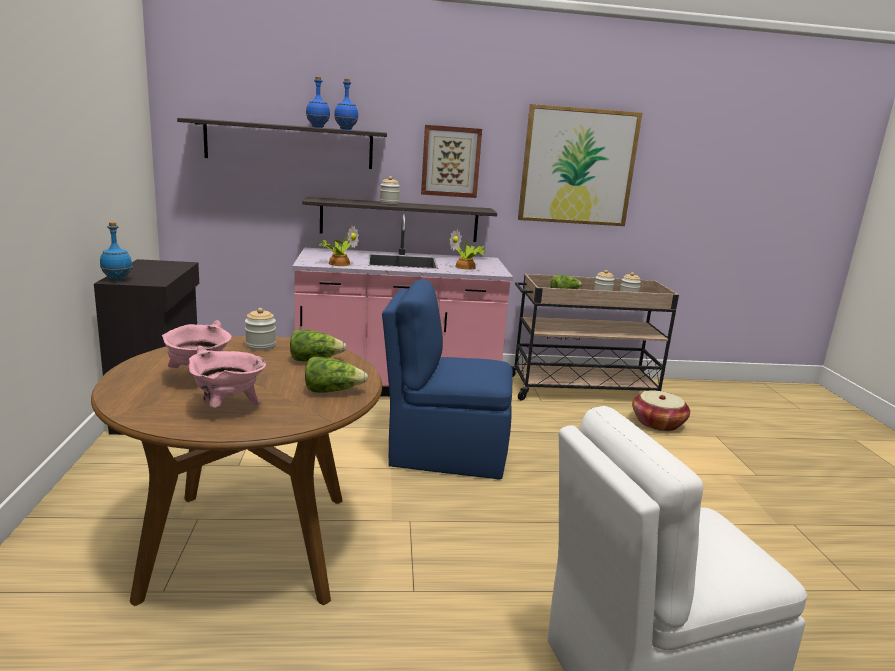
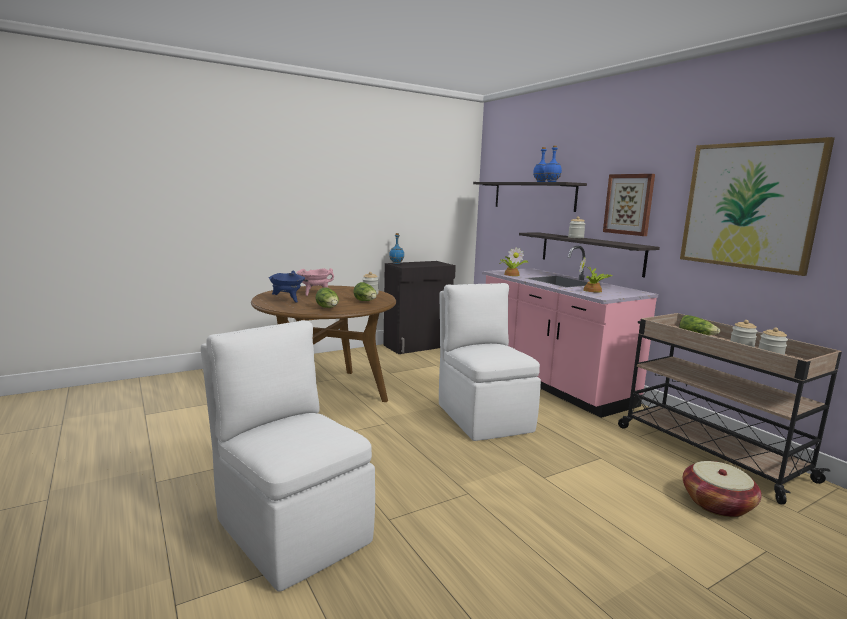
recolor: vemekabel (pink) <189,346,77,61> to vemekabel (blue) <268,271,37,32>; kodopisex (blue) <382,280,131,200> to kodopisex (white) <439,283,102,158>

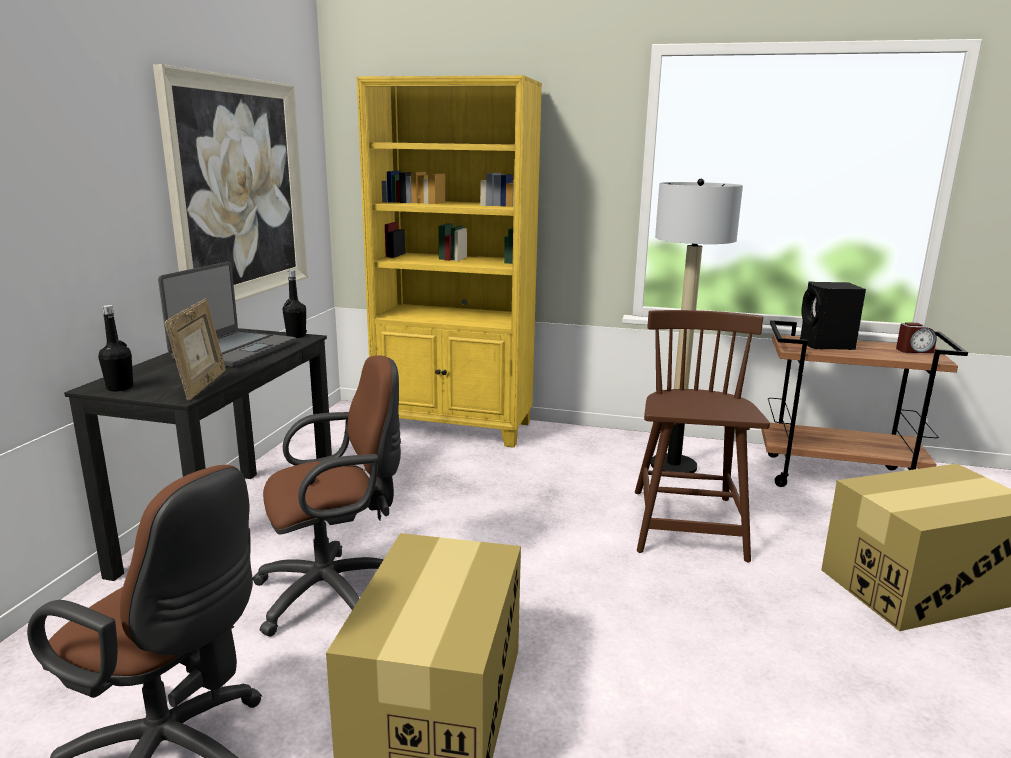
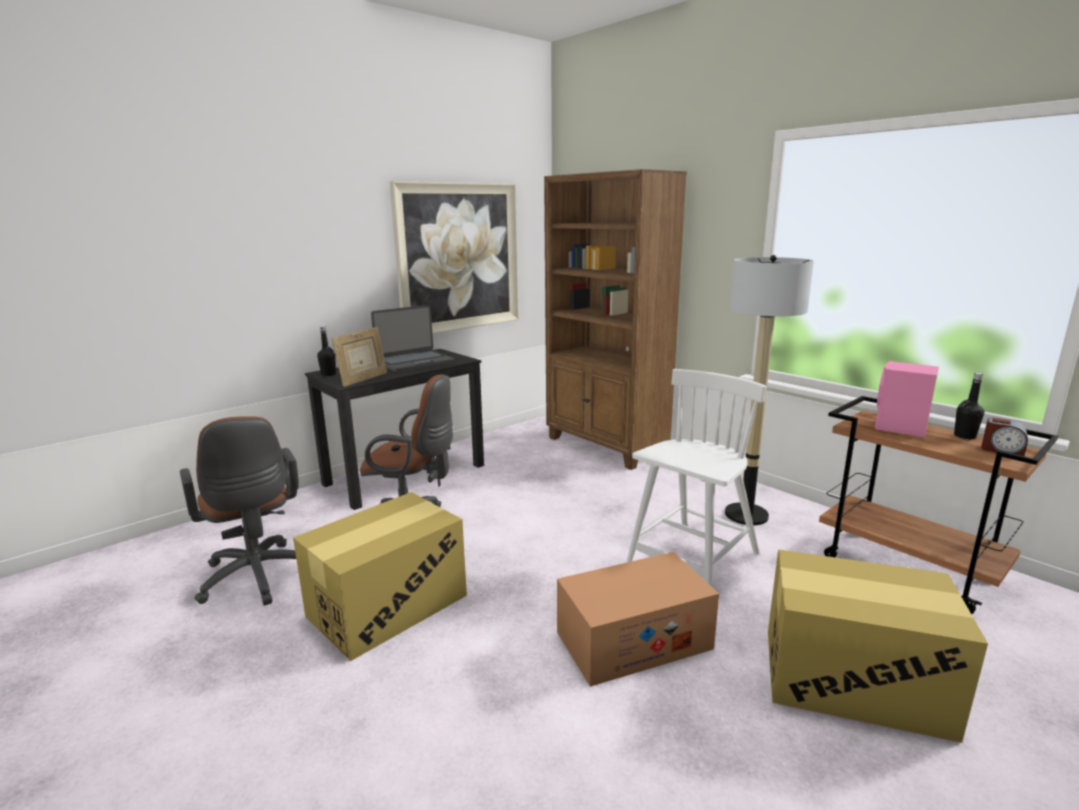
insert: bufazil <557,552,162,135>
move: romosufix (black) <283,270,24,68> to <954,373,30,66>
recolor: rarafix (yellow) <356,75,186,373> to rarafix (brown) <544,169,143,301>; kodopisex (brown) <635,310,135,252> to kodopisex (white) <626,369,140,218>; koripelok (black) <800,282,66,68> to koripelok (pink) <875,361,64,76>

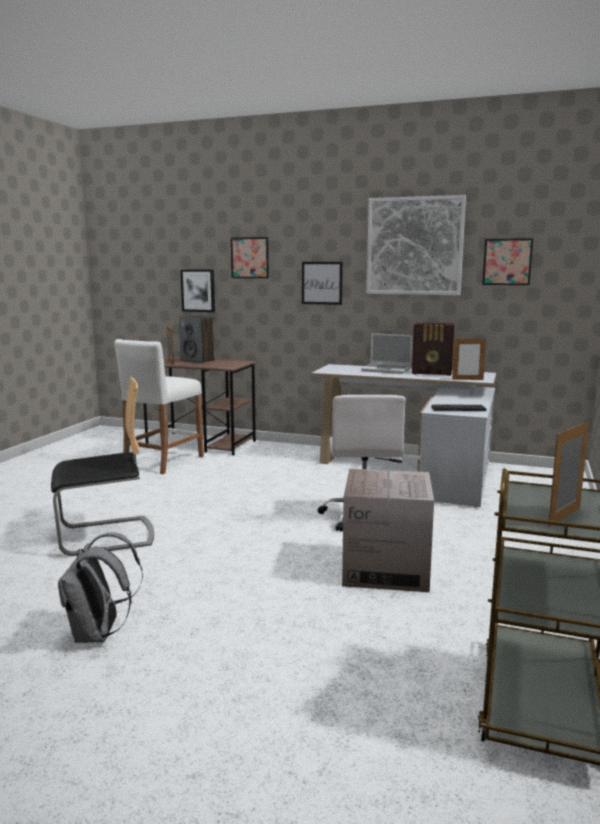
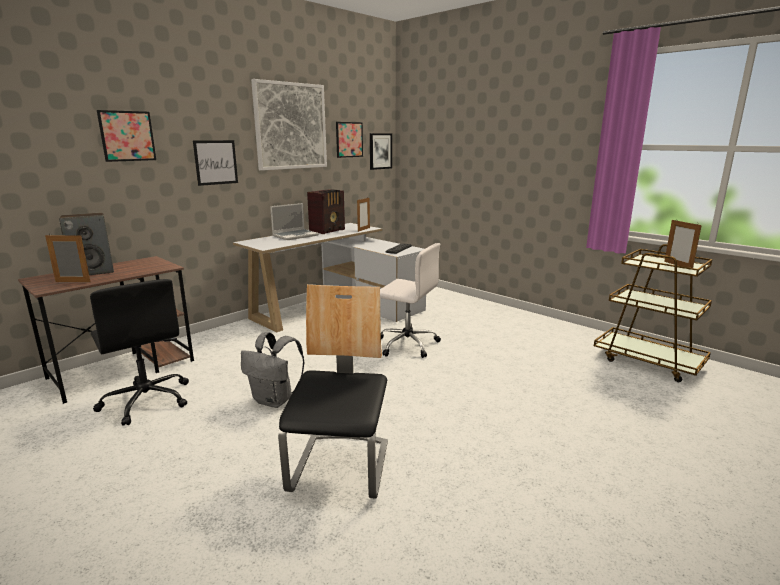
delete: bufazil <342,469,92,123>
move: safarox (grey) <58,532,85,111> to <241,332,63,76>; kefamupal <180,269,35,43> to <370,133,22,37>
replace: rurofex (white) <114,339,90,135> to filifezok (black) <90,279,99,147>

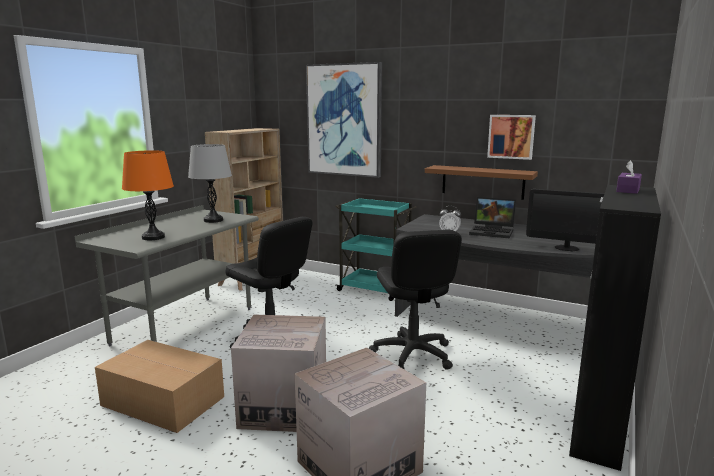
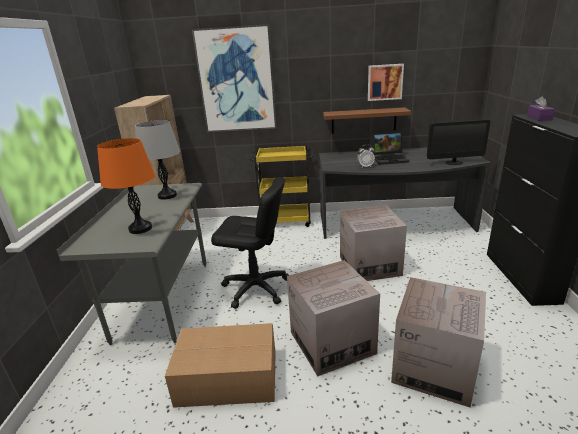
replace: filifezok (black) <369,230,93,140> to bufazil <340,205,67,76>
recolor: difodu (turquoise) <335,198,82,103> to difodu (yellow) <249,146,64,81>

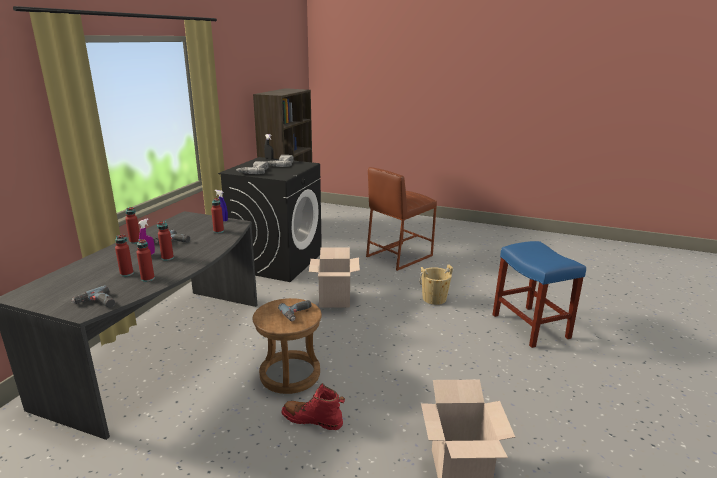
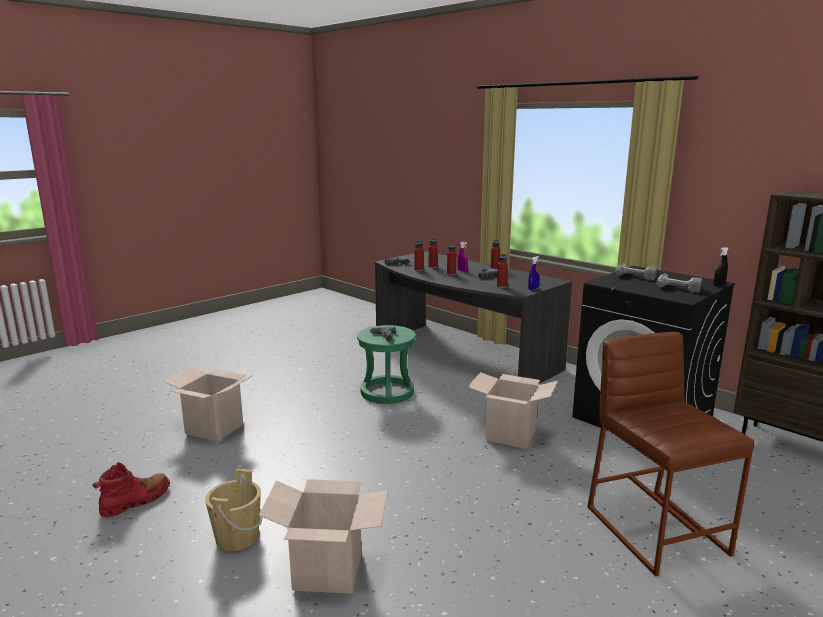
move: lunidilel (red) <281,383,64,47> to <92,462,78,55>; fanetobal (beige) <420,264,33,41> to <205,469,57,82>
replace: rurofex (blue) <492,241,94,107> to bufazil <259,479,129,115>
recolor: rurofex (brown) <253,298,69,96> to rurofex (green) <357,325,59,79>

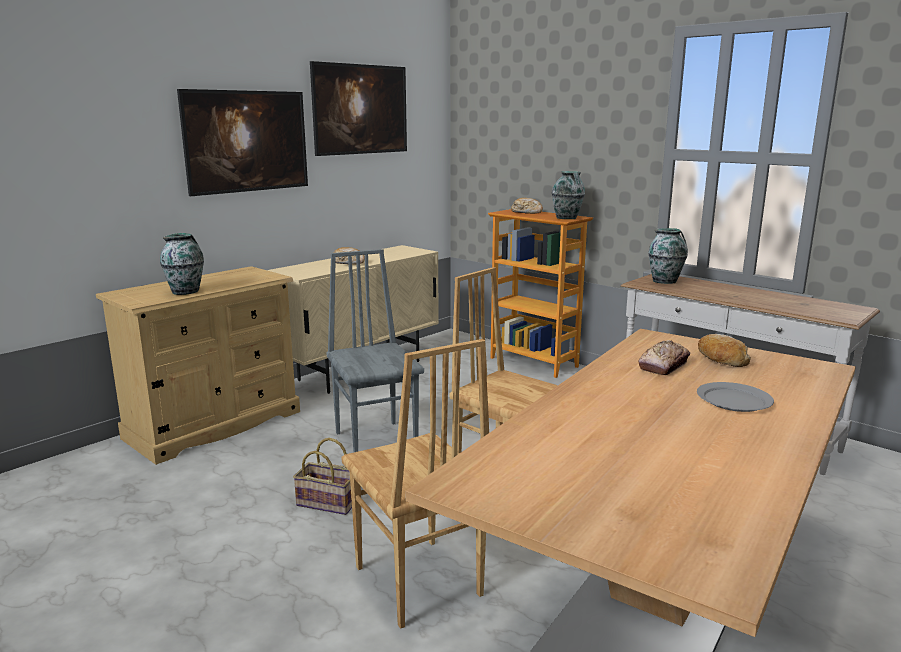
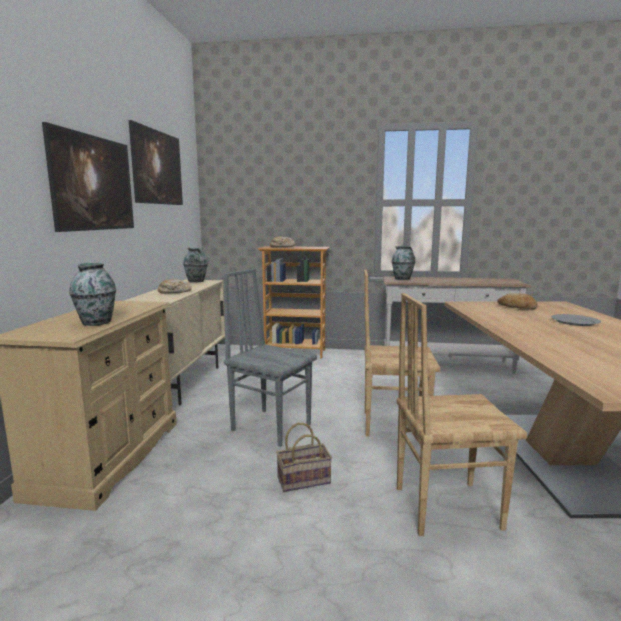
delete: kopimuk <638,340,52,35>
move: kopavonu <552,171,33,48> to <183,248,25,35>
rotate: kodopisex (brown) <341,339,148,290> = <397,293,130,243> 150 degrees clockwise

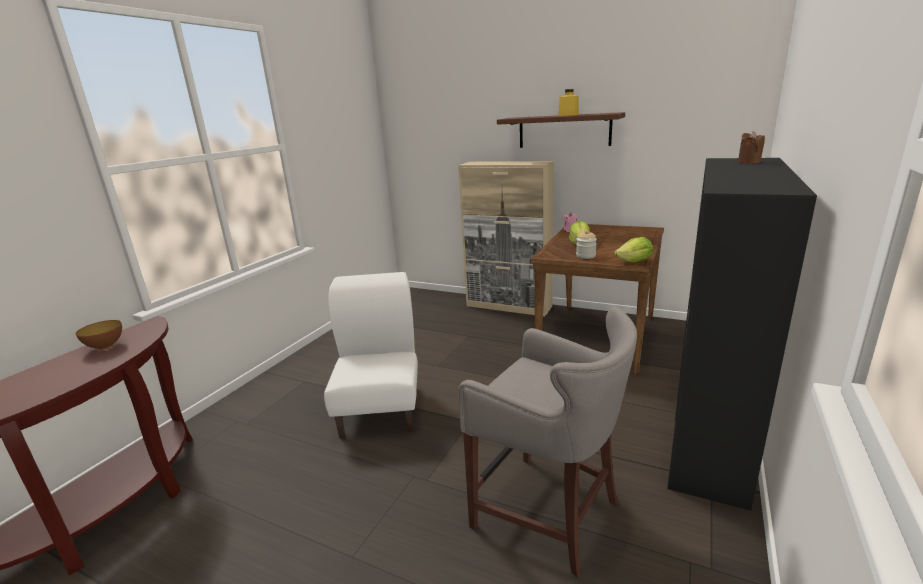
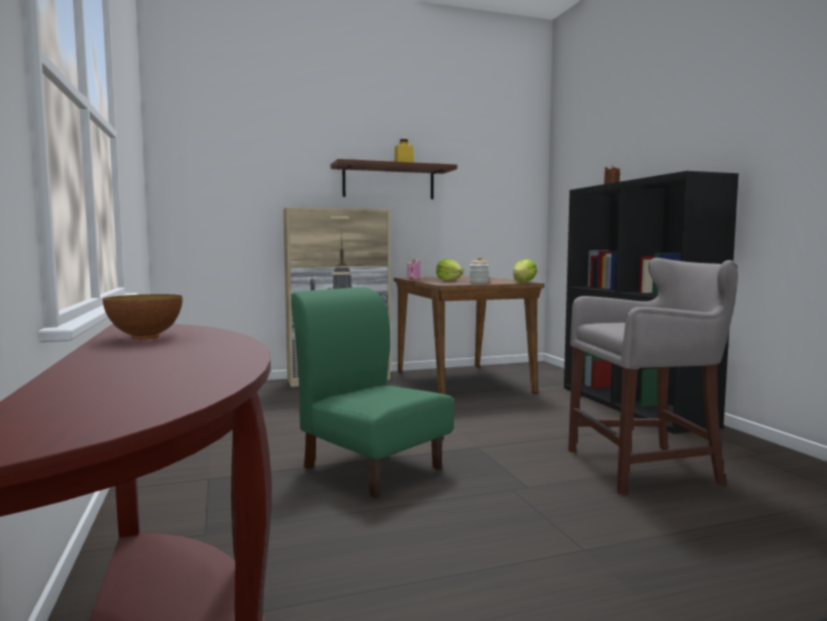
recolor: kodopisex (white) <324,272,94,166> to kodopisex (green) <292,287,162,211>

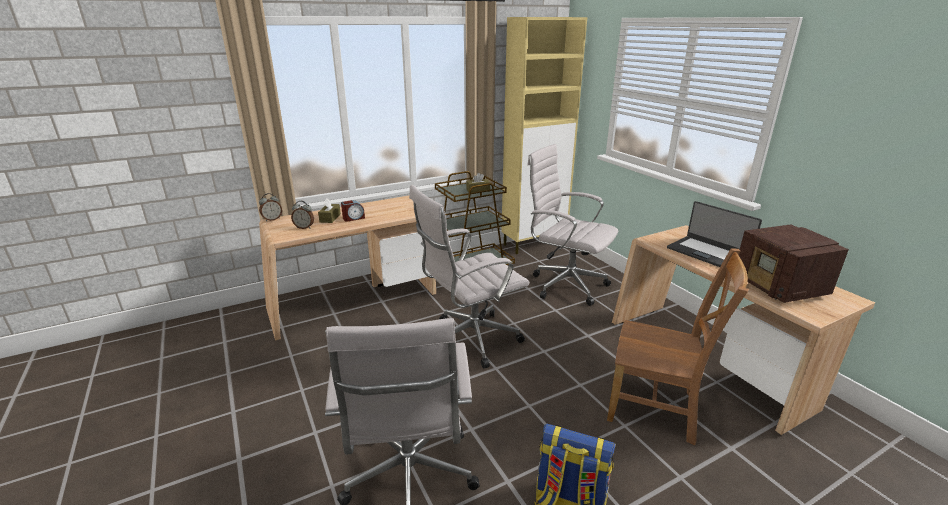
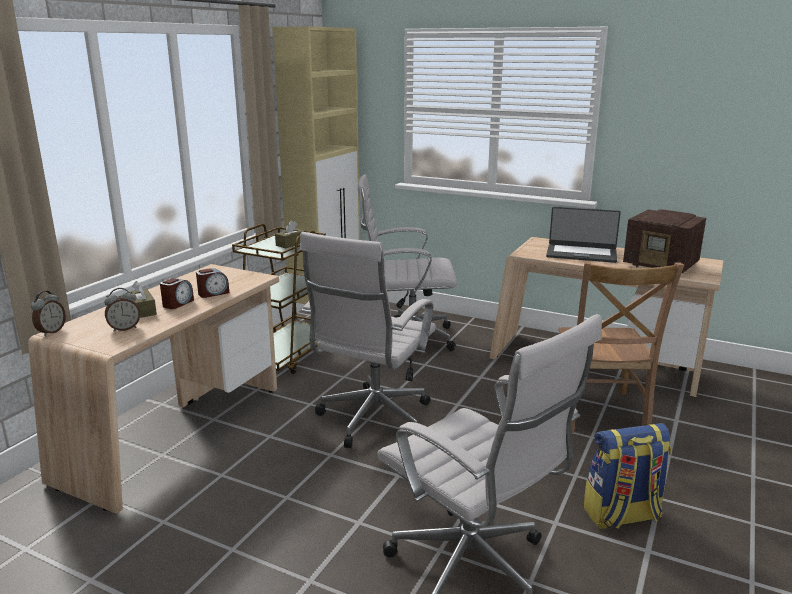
insert: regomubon <196,268,33,30>
rotate: kodopisex (brown) <607,248,142,197> = <558,261,126,172> 105 degrees clockwise

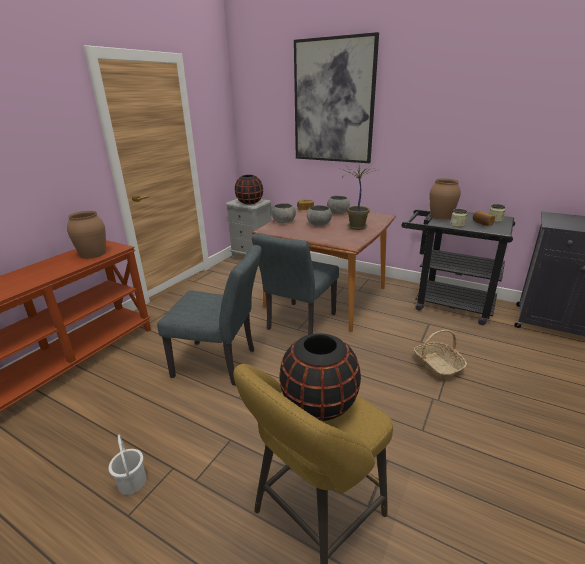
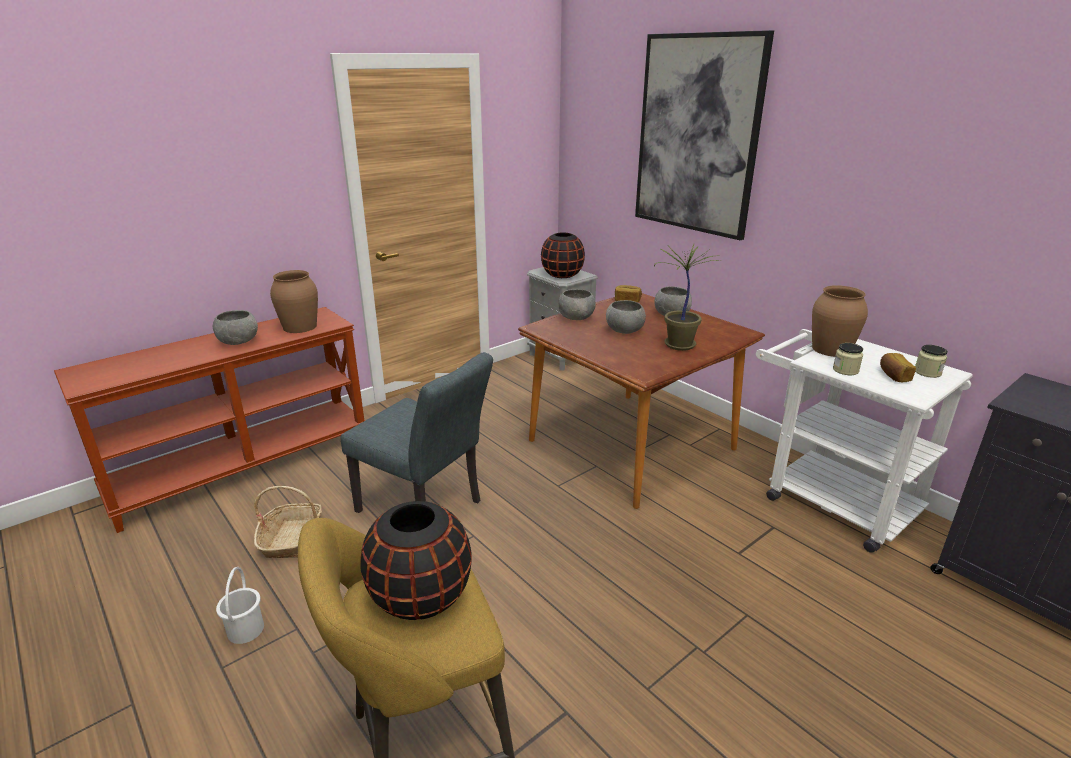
delete: kodopisex (grey) <252,233,87,102>
insert: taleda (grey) <213,310,45,35>
move: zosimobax <414,330,53,51> to <254,486,68,72>
recolor: difodu (black) <401,210,114,115> to difodu (white) <756,329,217,224>

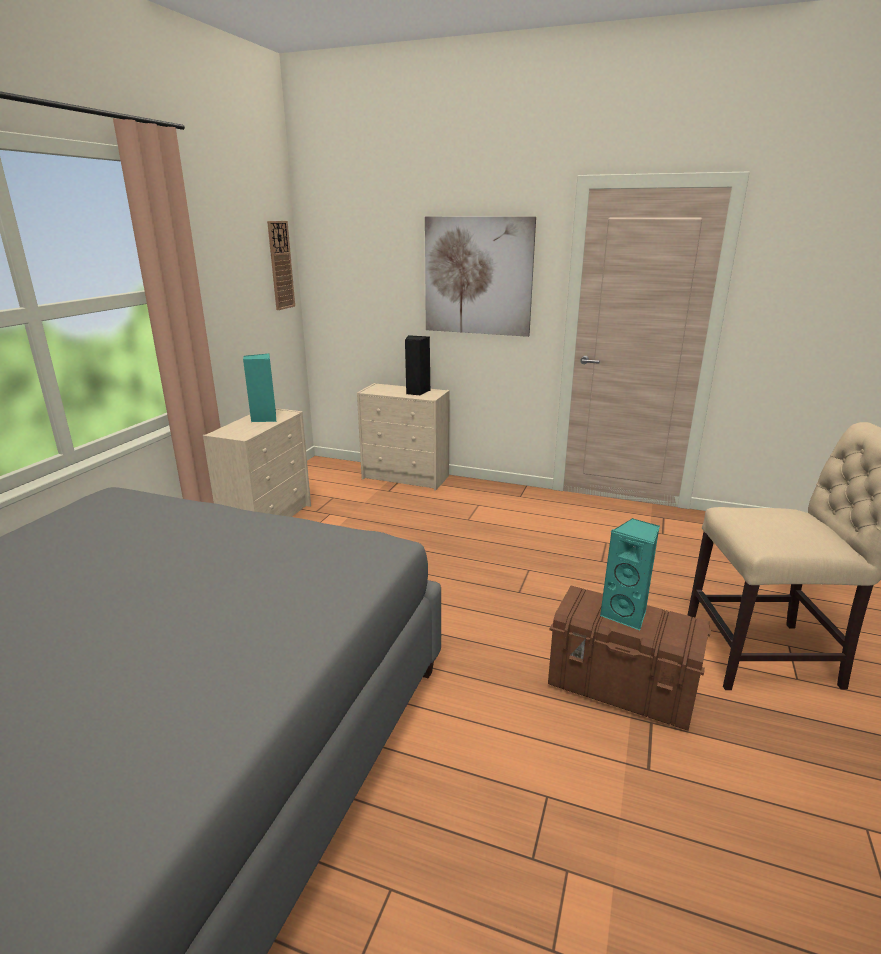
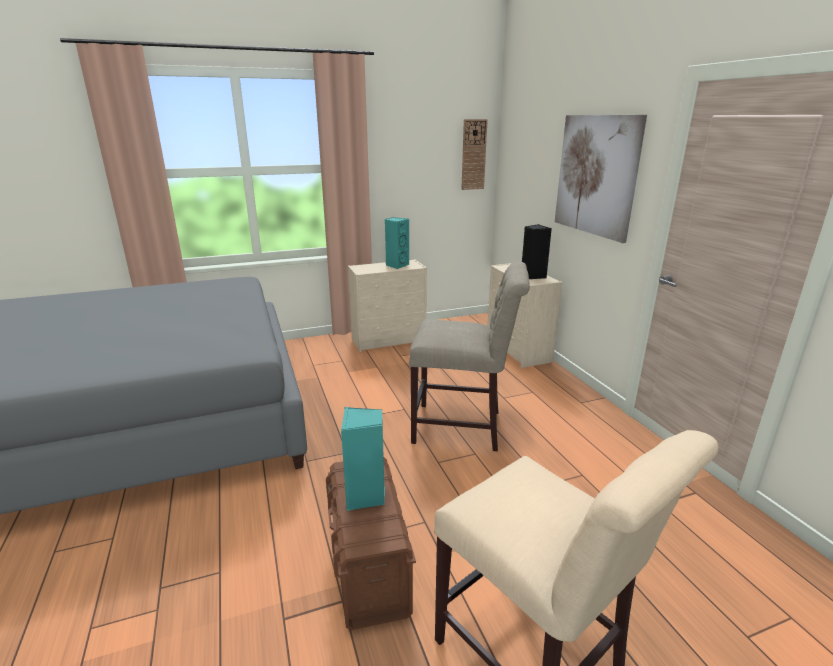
insert: kodopisex (beige) <409,261,121,190>

